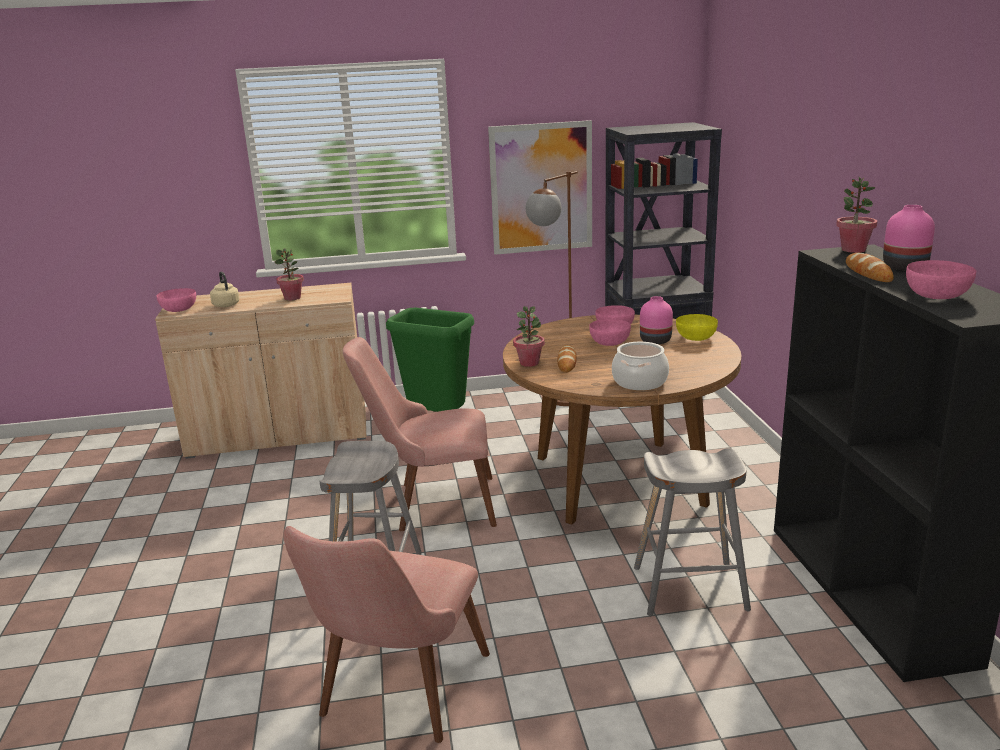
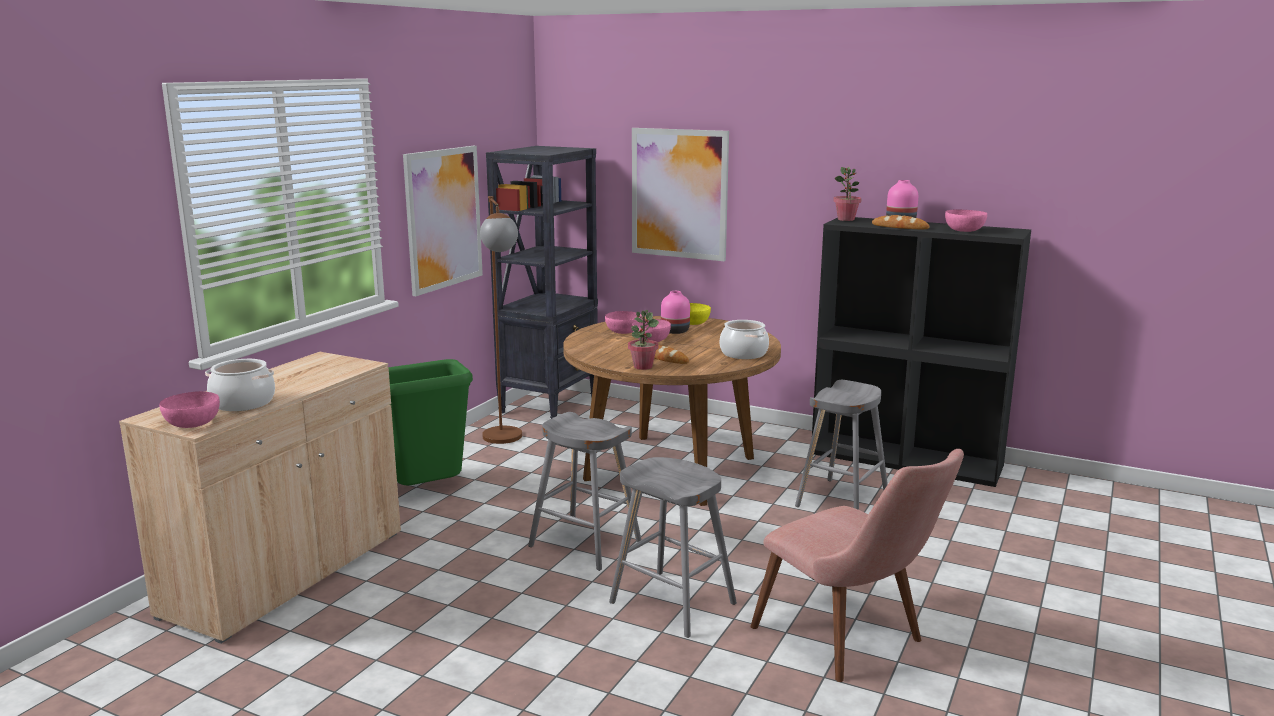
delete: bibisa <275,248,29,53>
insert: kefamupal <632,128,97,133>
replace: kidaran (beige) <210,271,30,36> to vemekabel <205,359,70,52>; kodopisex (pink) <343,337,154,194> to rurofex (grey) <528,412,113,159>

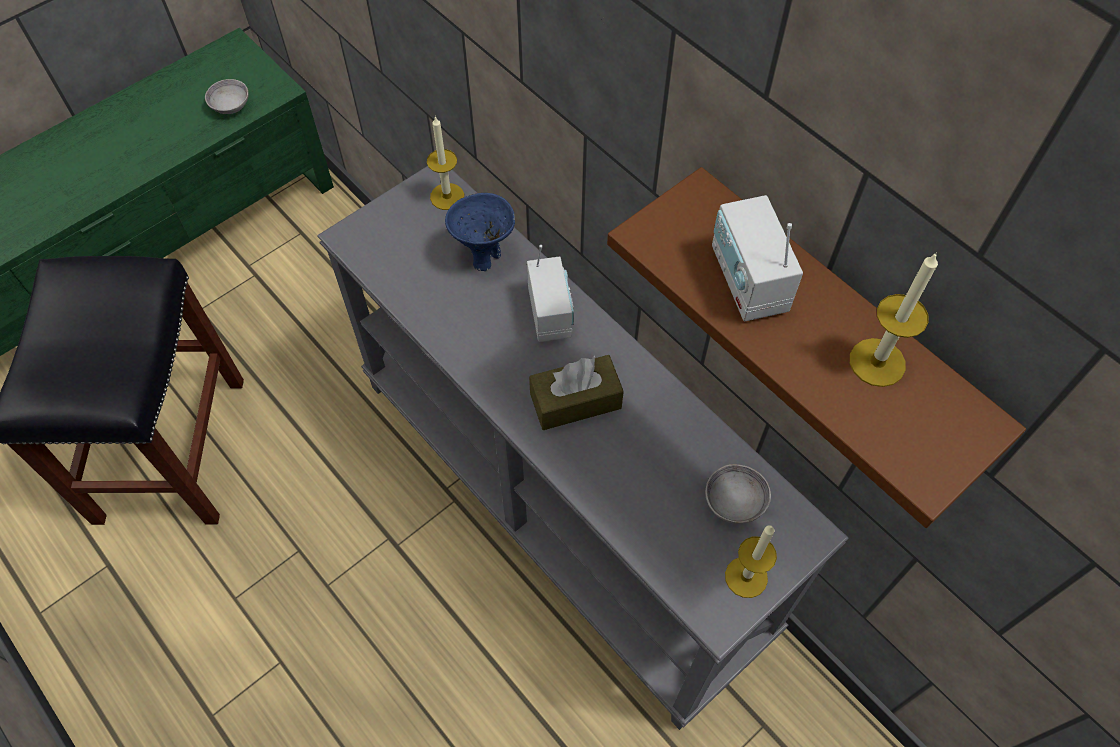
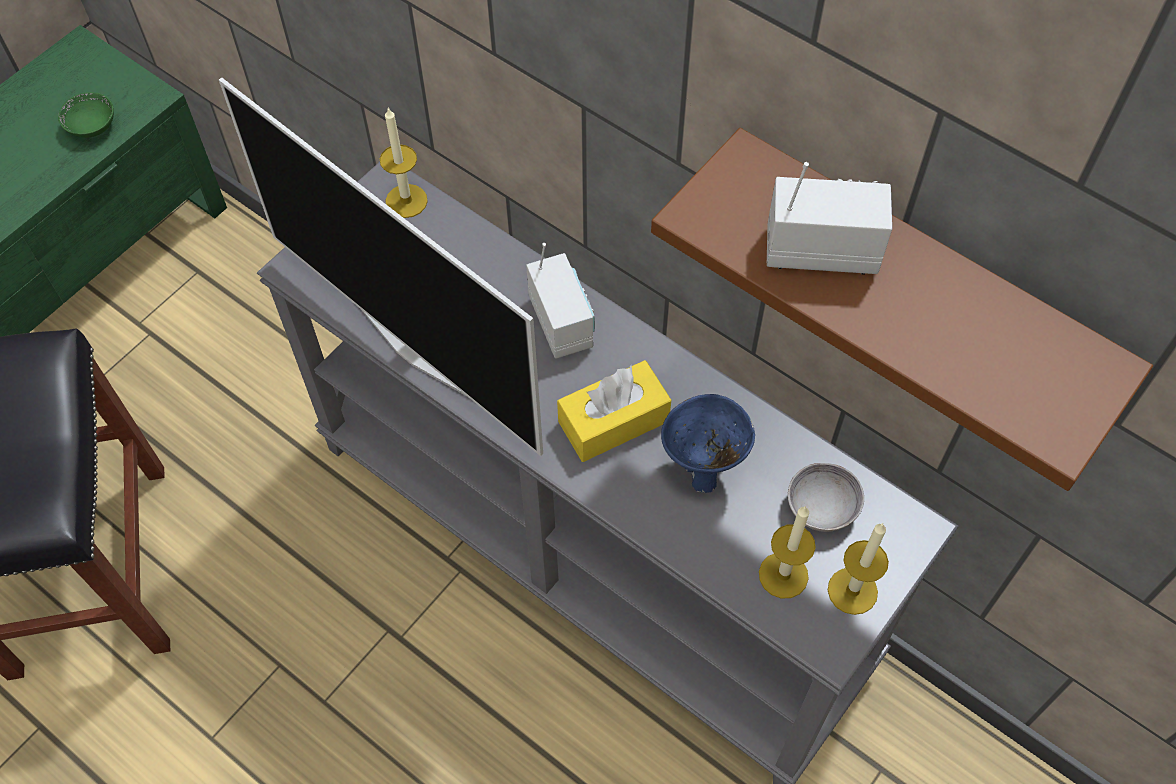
insert: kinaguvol <219,78,324,378>
move: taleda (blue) <445,193,70,78> to <661,394,94,99>; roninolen <850,252,88,135> to <759,506,57,92>
recolor: taleda (grey) <205,79,44,35> to taleda (green) <58,92,56,46>; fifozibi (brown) <529,355,95,75> to fifozibi (yellow) <557,360,114,102>
rotate: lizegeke <712,195,91,126> = <767,162,125,113> 120 degrees clockwise

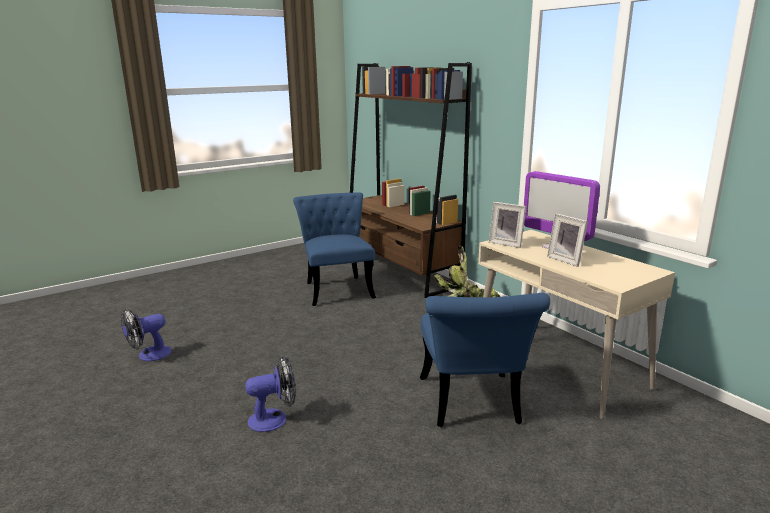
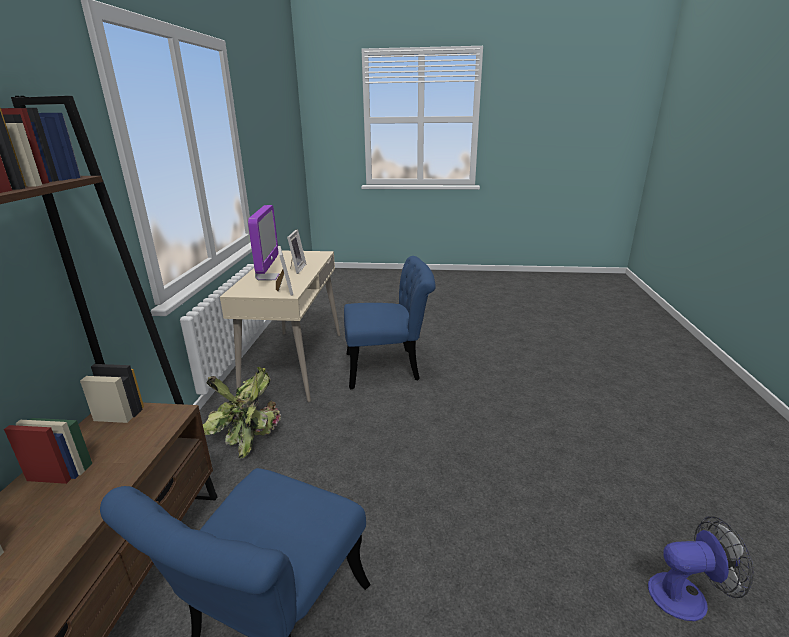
delete: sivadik <245,356,51,76>
rotate: kodopisex (blue) <420,293,130,134> = <344,256,92,133> 45 degrees clockwise

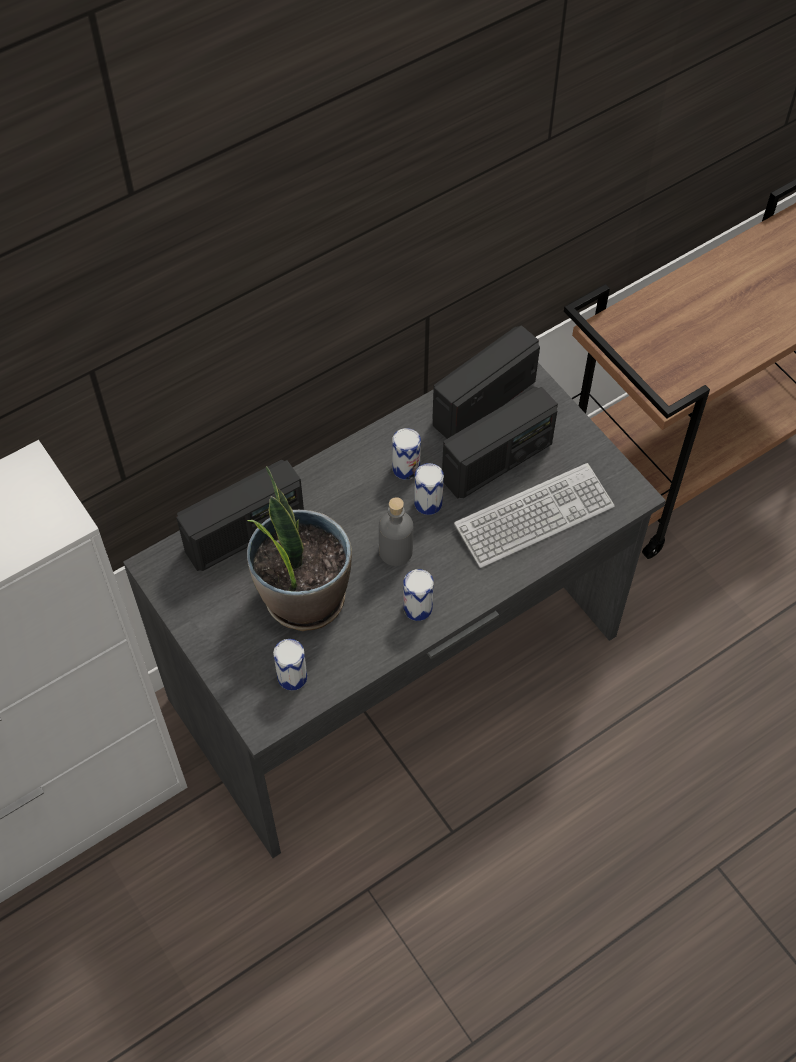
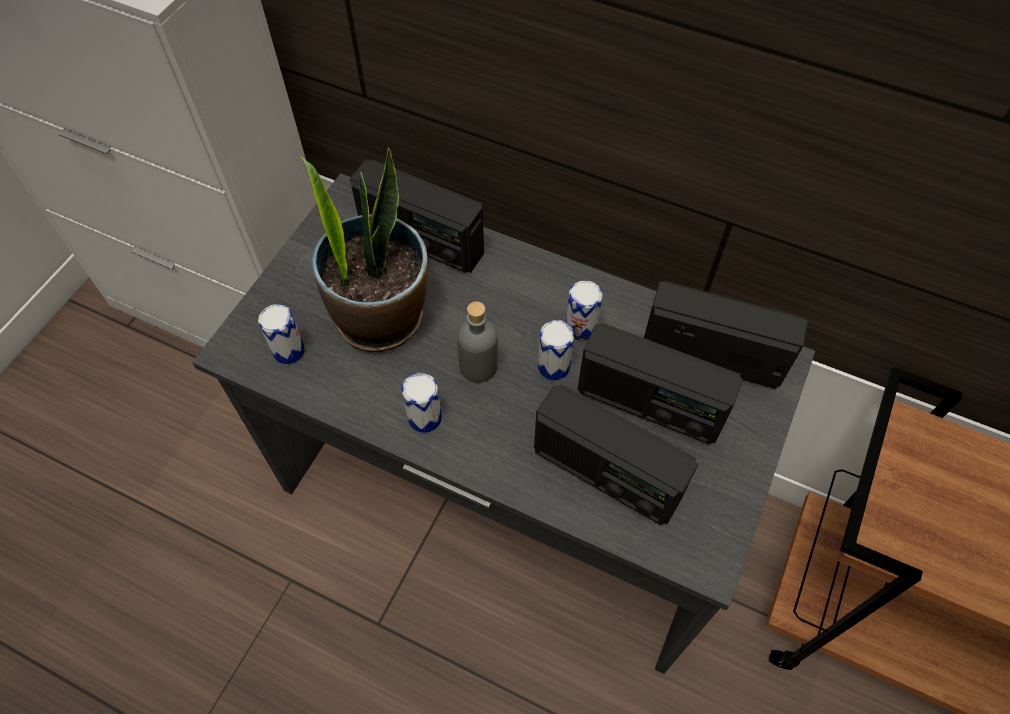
replace: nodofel <454,463,160,105> to lizegeke <534,384,164,141>

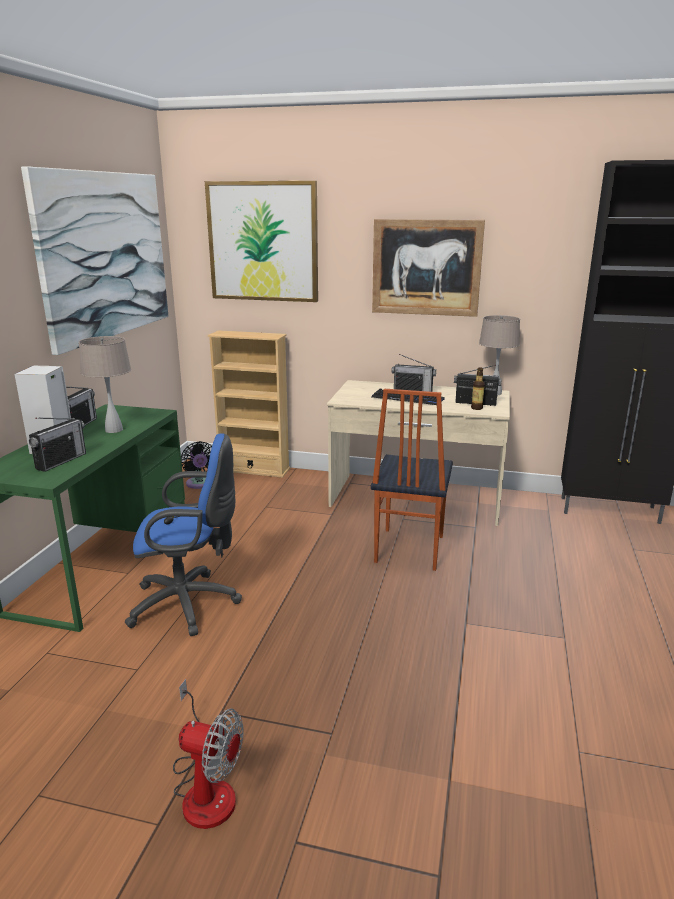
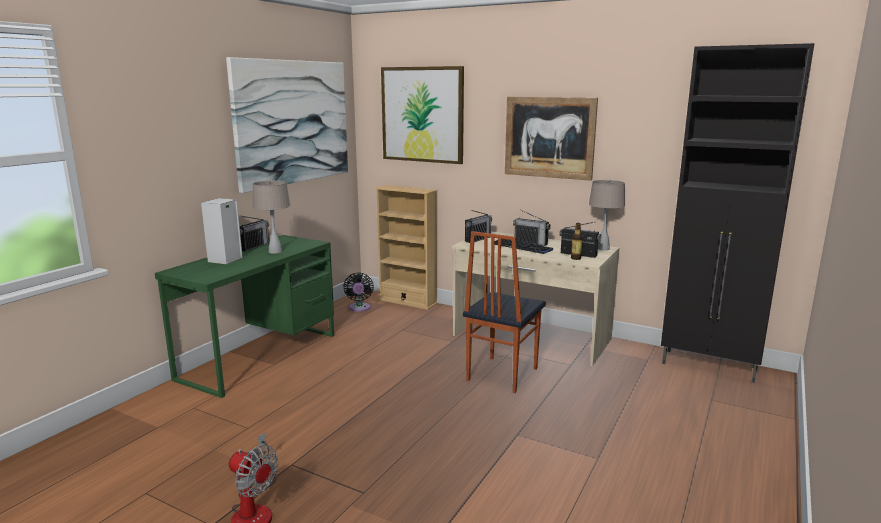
delete: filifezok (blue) <125,433,117,203>
move: lizegeke <29,418,57,54> to <465,210,27,33>

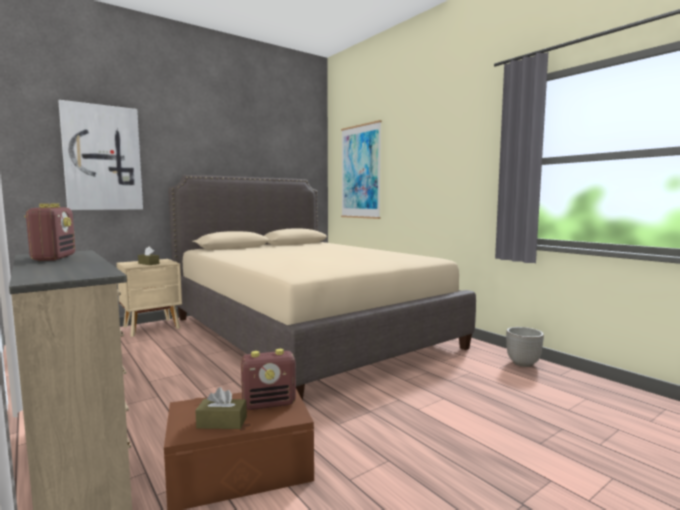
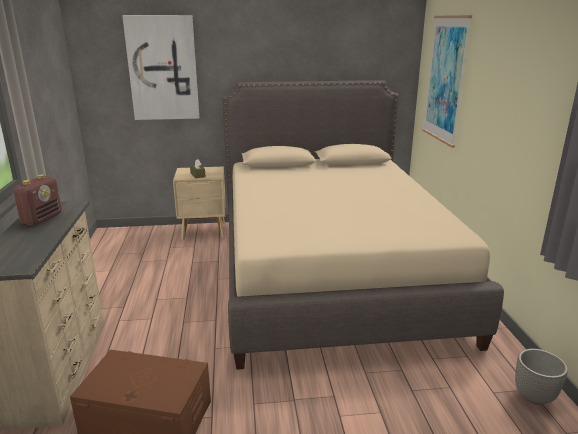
delete: fifozibi (brown) <195,387,52,42>; lizegeke <241,349,55,61>

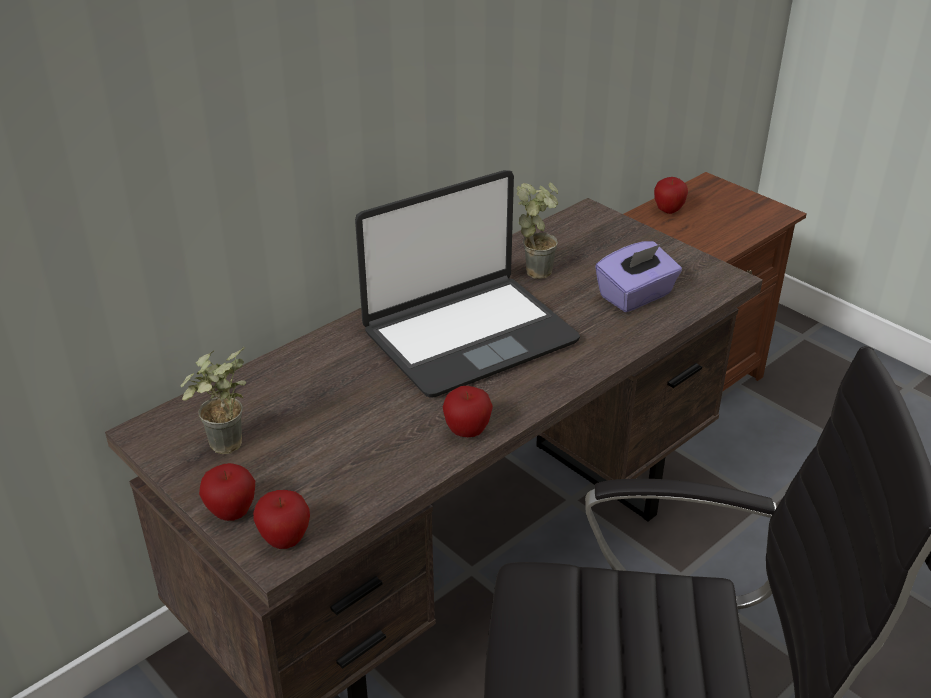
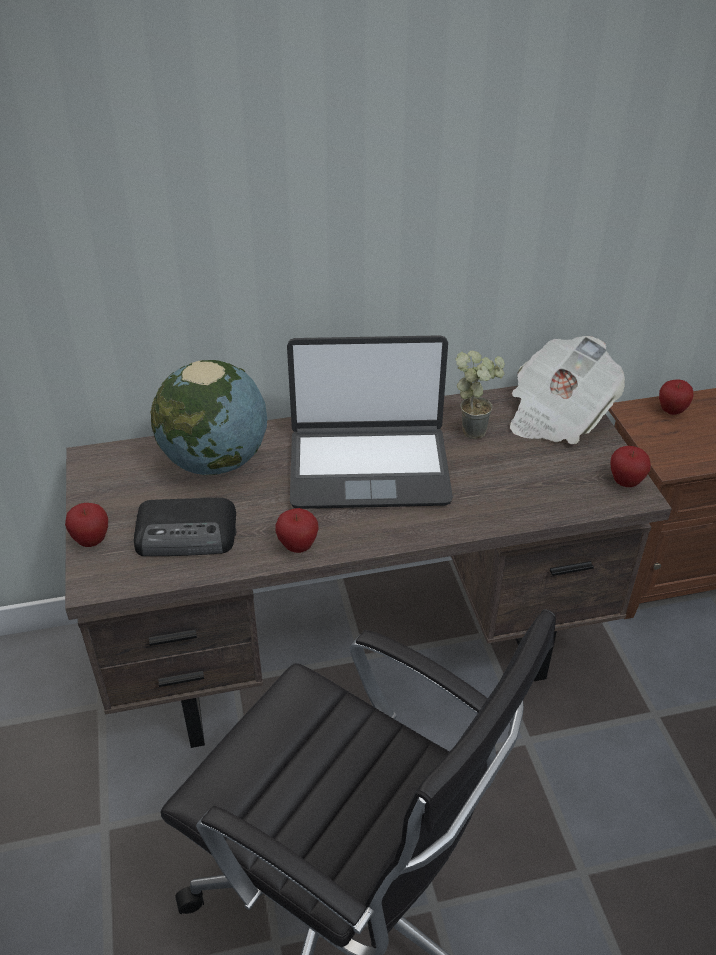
delete: bibisa <181,347,65,107>; fifozibi (purple) <595,241,87,71>
insert: lizegeke <134,498,102,58>; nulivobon <150,360,117,115>; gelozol <510,336,115,108>
move: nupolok <253,490,57,59> to <611,446,40,41>

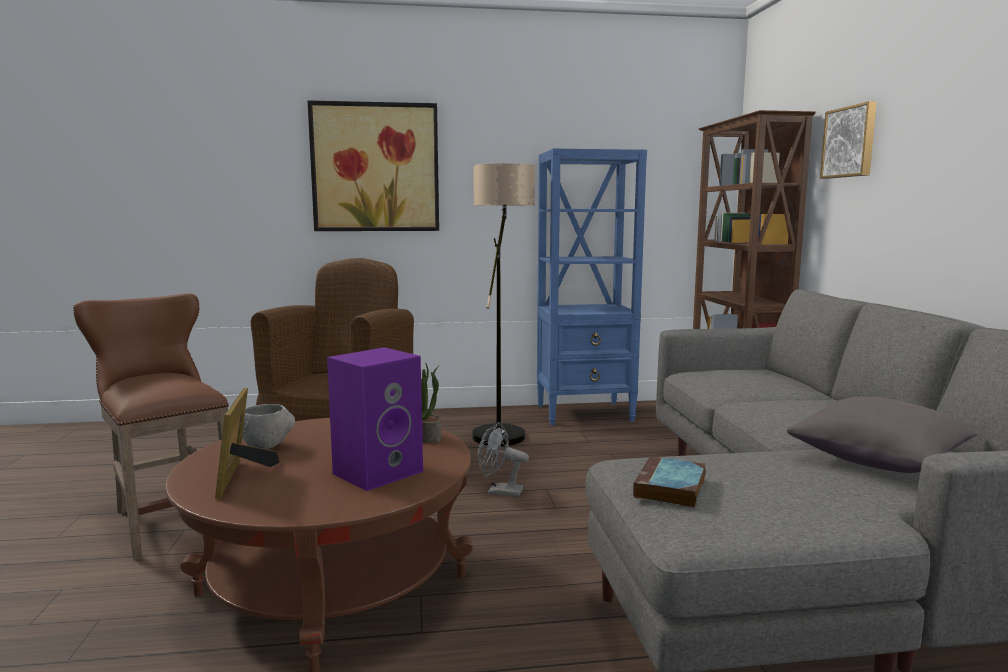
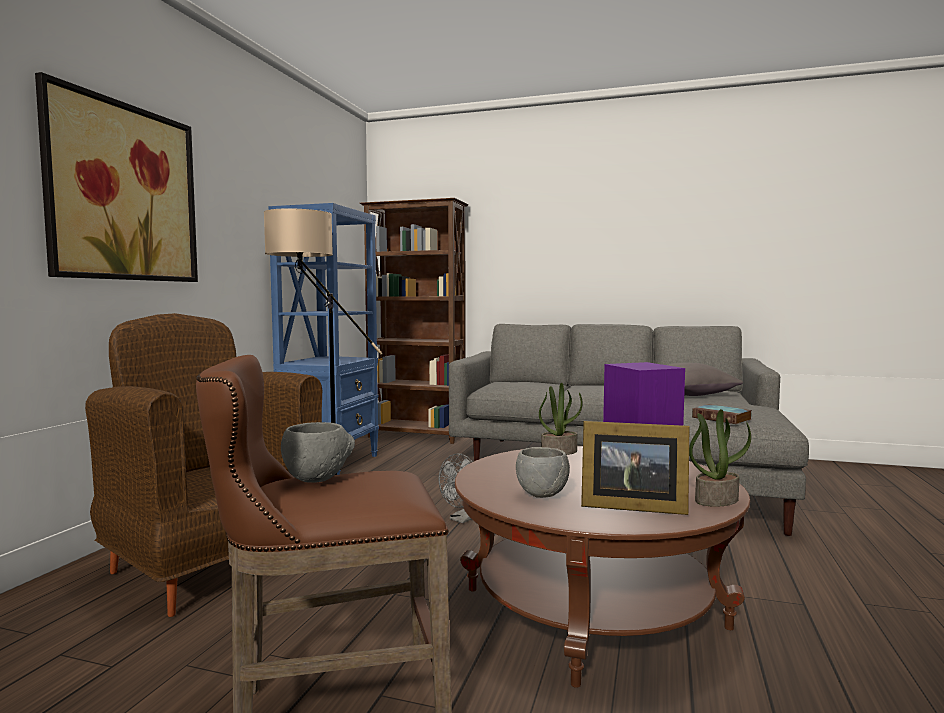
delete: kefamupal <820,101,57,78>
insert: taleda (grey) <281,422,74,60>; bibisa <689,409,62,98>

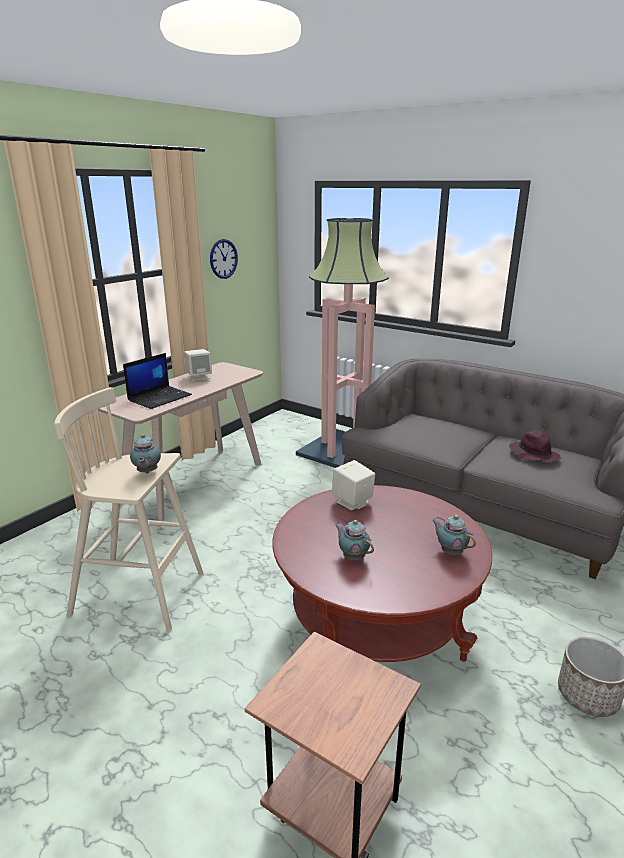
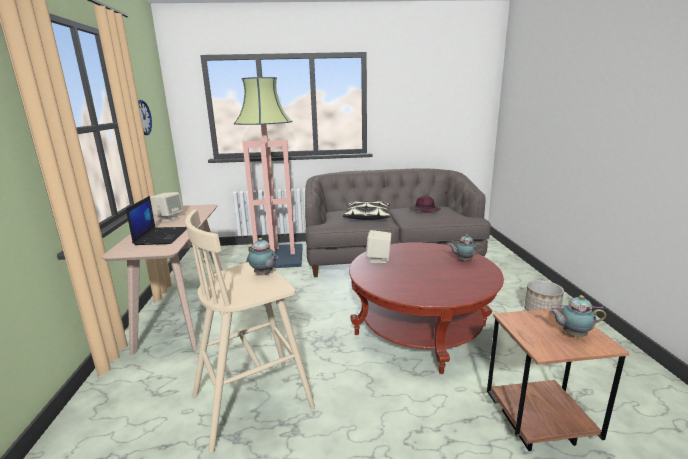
insert: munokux <342,201,48,19>
move: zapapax <335,520,39,41> to <549,295,57,42>

